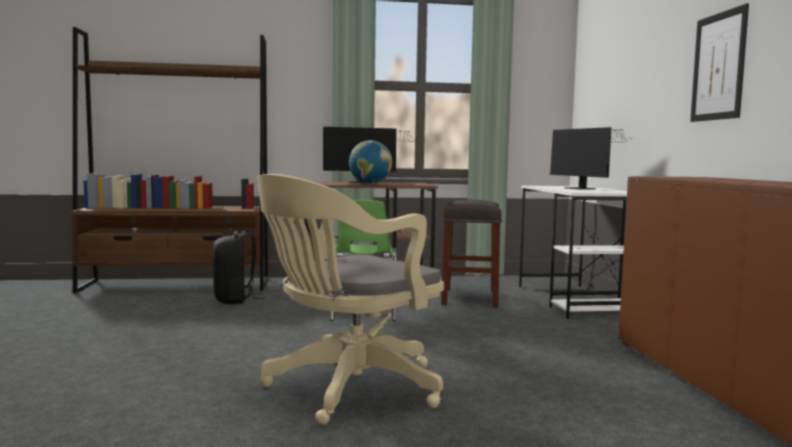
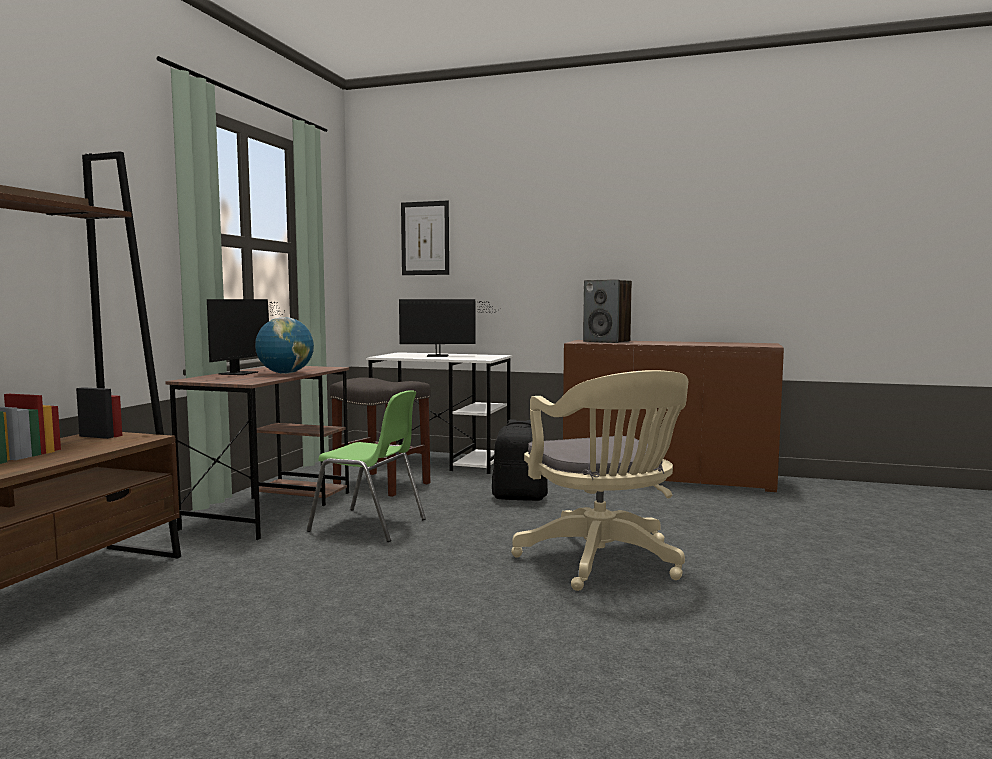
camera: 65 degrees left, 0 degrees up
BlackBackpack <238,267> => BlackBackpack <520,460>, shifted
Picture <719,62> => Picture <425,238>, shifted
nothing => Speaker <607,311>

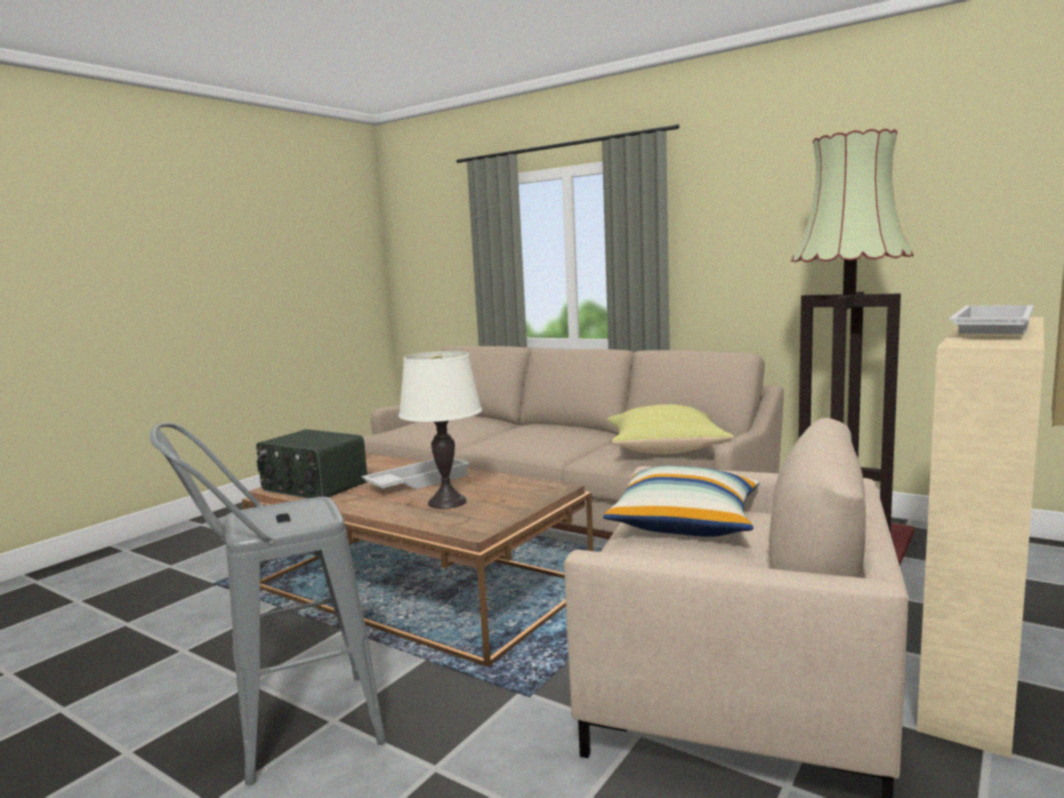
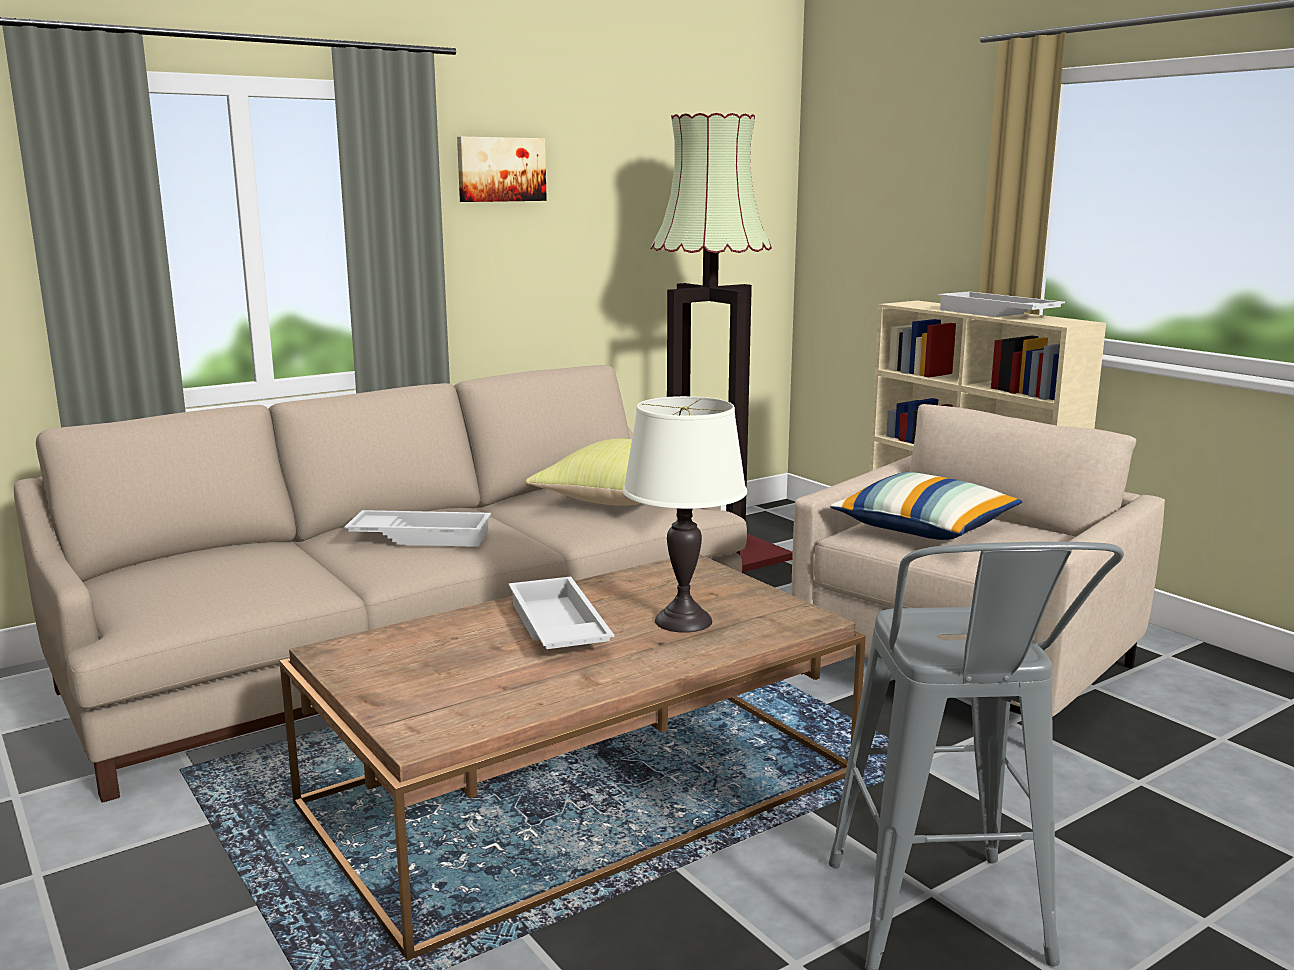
camera: 70 degrees left, 5 degrees up
Radio <311,464> => nothing
nothing => WhiteTray <417,528>
nothing => Picture <502,169>

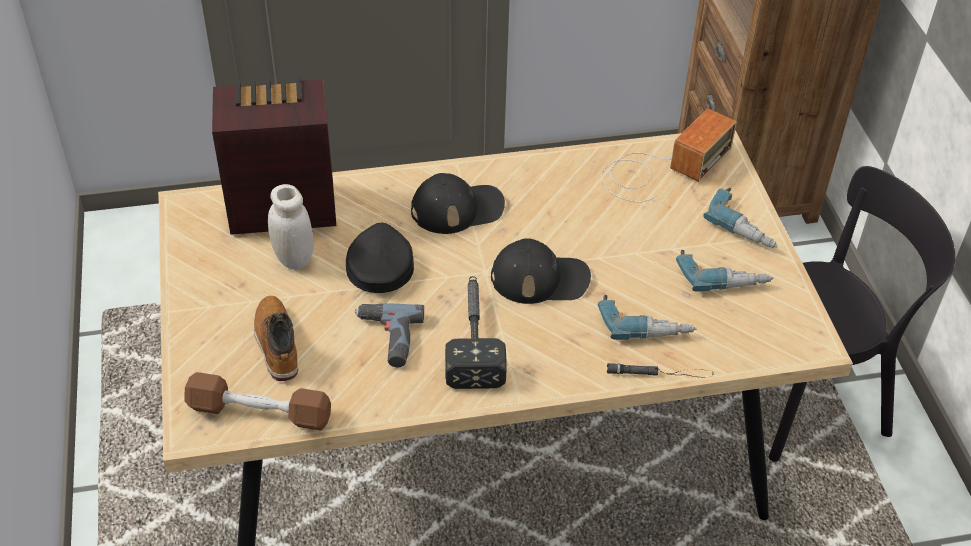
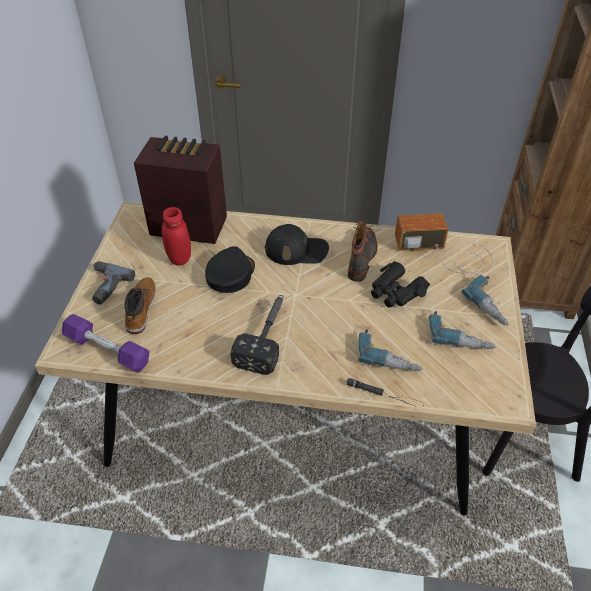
camera: 20 degrees right, 0 degrees up
BrownDumbbell <257,401> => PurpleDumbbell <105,343>
WhiteJar <291,227> => RedJar <176,236>
PowerDrill <389,335> => PowerDrill <113,282>, shifted
BlackCap <541,271> => nothing
Radio <669,155> => Radio <444,244>, 150 degrees counterclockwise
nothing => Boot <363,251>
nothing => BlackBinoculars <400,284>

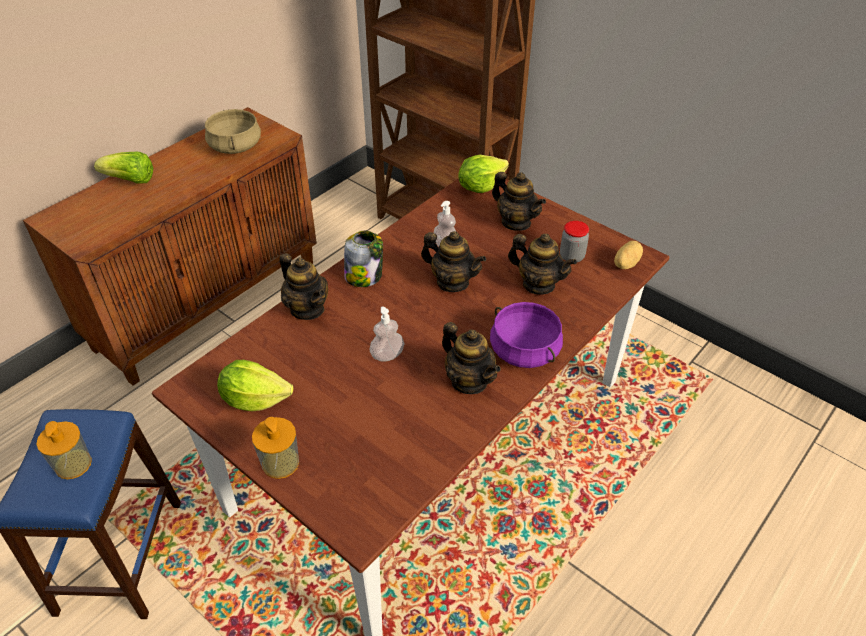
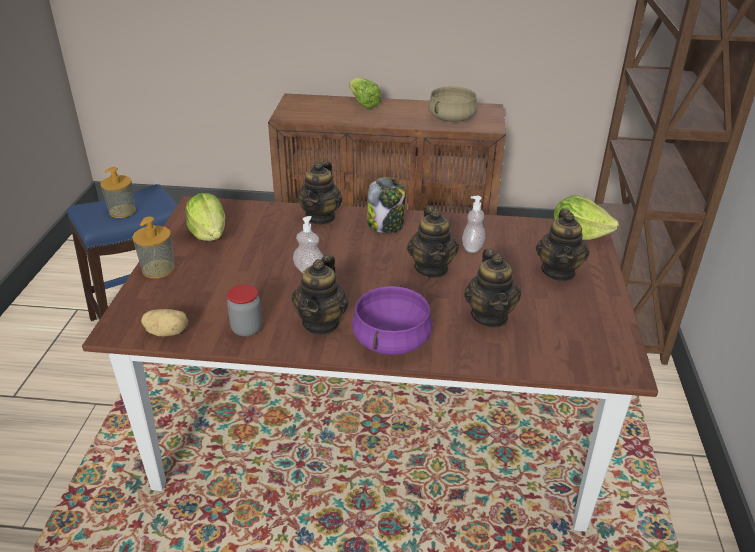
camera: 55 degrees right, 10 degrees down
Jar <574,241> => Jar <244,310>, shifted
Potato <628,255> => Potato <164,322>, shifted

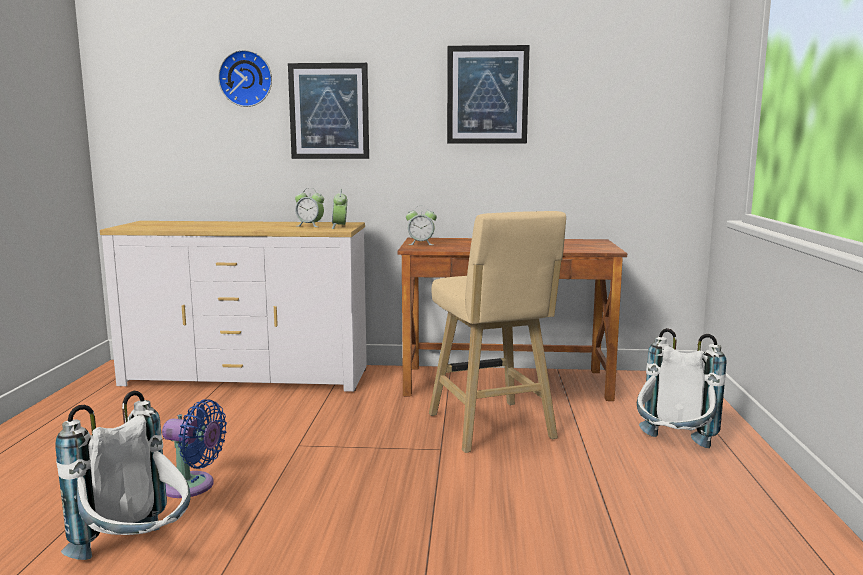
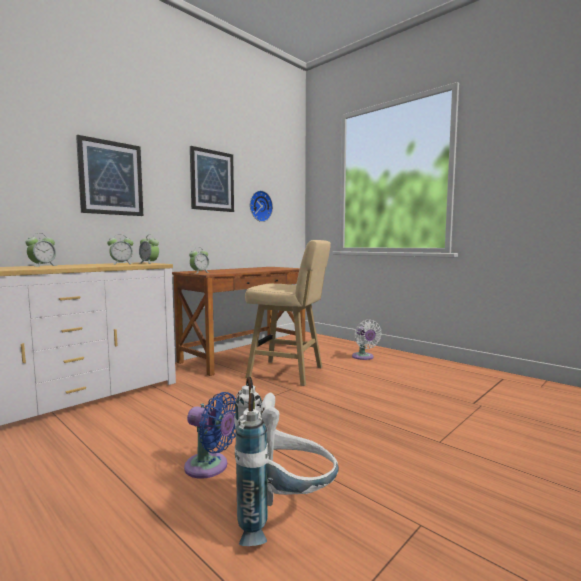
camera: 50 degrees left, 5 degrees down
BlueFan <194,448> => BlueFan <210,435>, 60 degrees clockwise
WallClock <245,78> => WallClock <261,206>, shifted
WhiteBackpack <681,388> => WhiteFan <367,339>
nothing => AlarmClock <41,250>

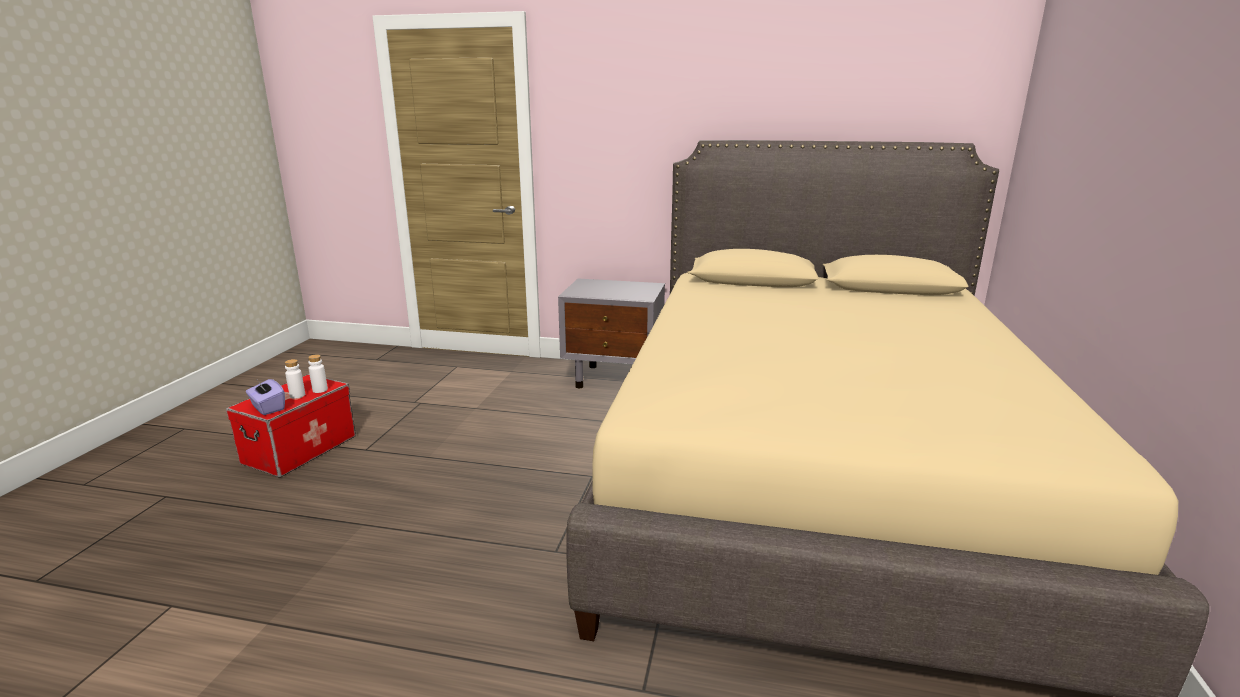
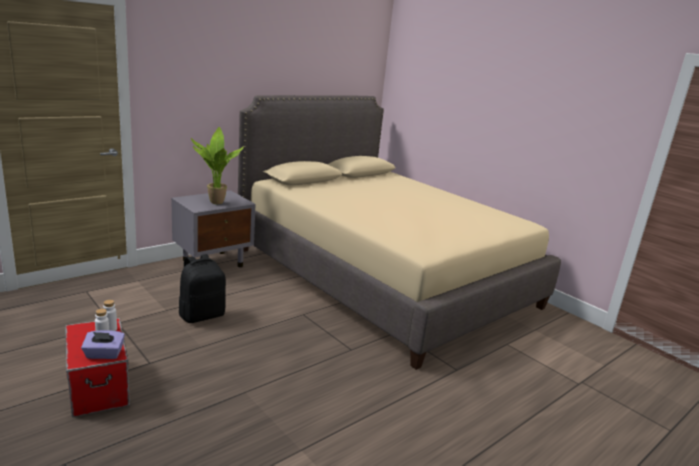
camera: 55 degrees left, 0 degrees up
nothing => BlackBackpack <202,288>
nothing => PottedPlant <217,165>

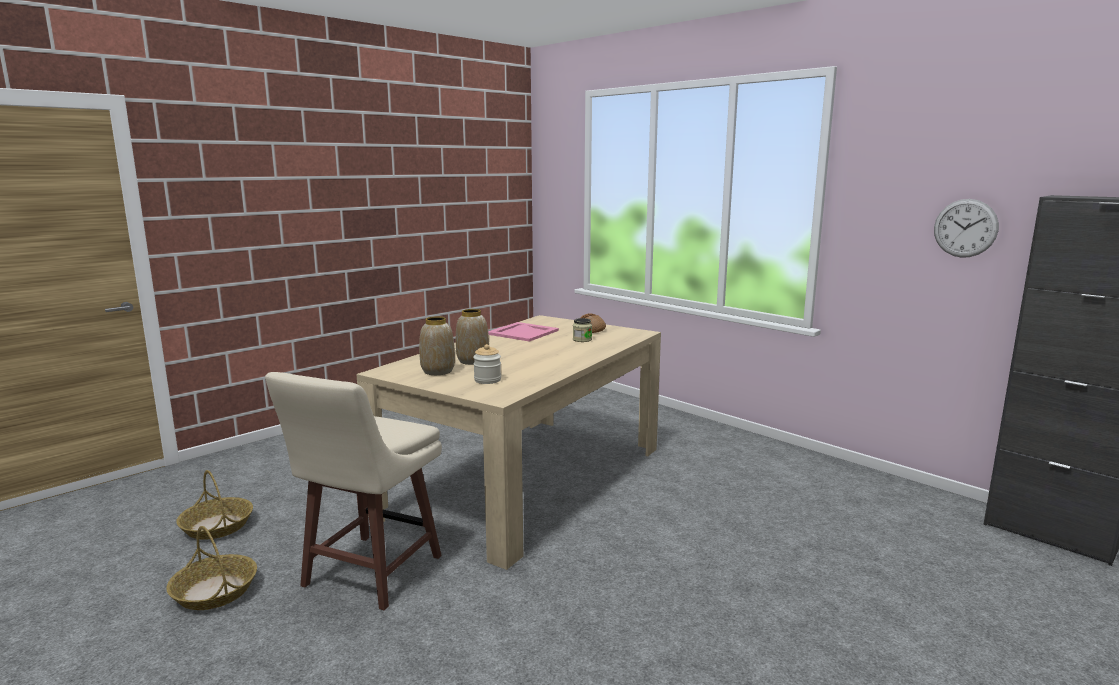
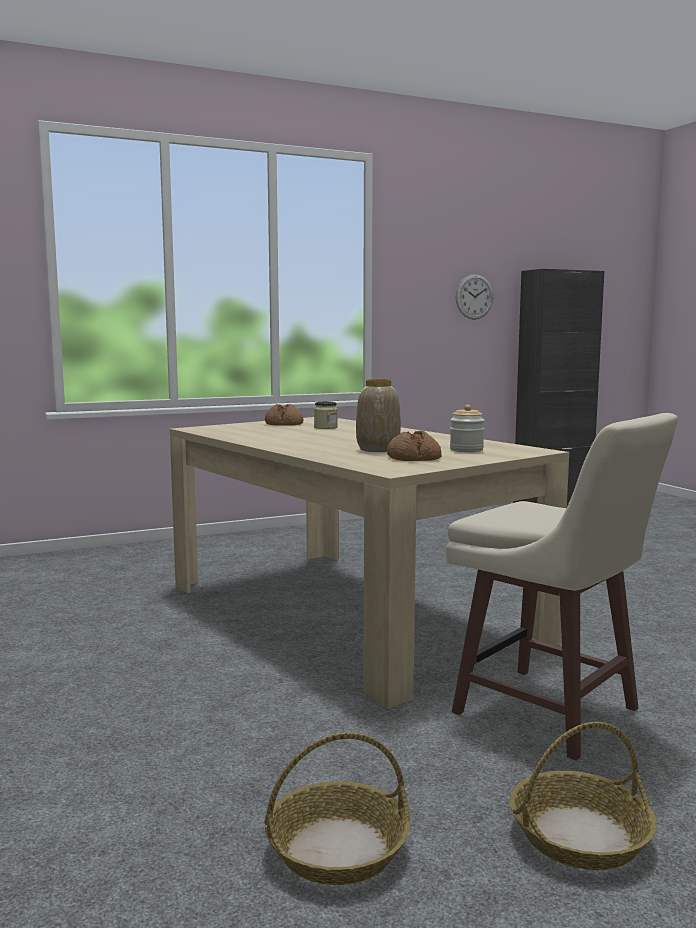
camera: 70 degrees left, 5 degrees down
Vase <437,345> => Bread <414,446>
PinkTray <523,332> => nothing

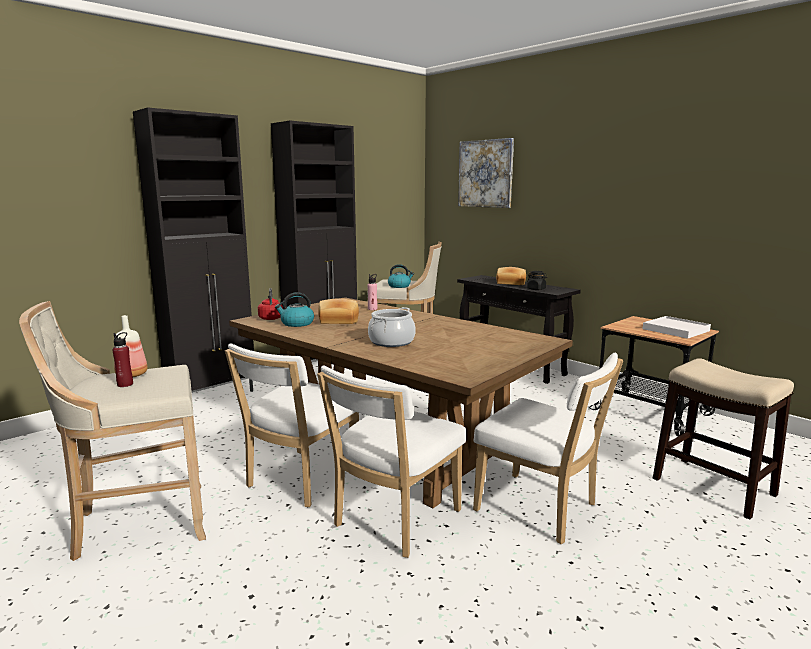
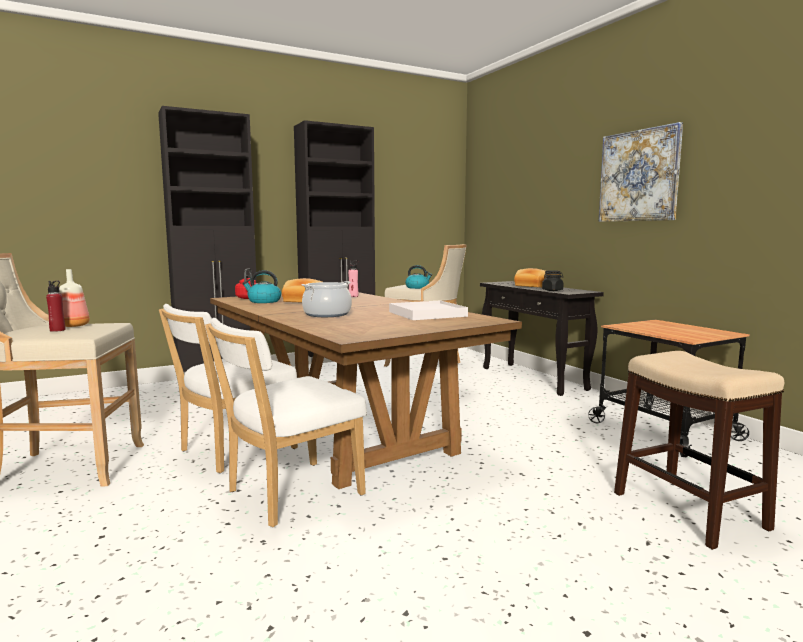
camera: 15 degrees right, 5 degrees down
Picture <486,173> => Picture <641,172>, shifted
WhiteChair <548,448> => nothing
WhiteTray <677,327> => WhiteTray <428,310>, shifted

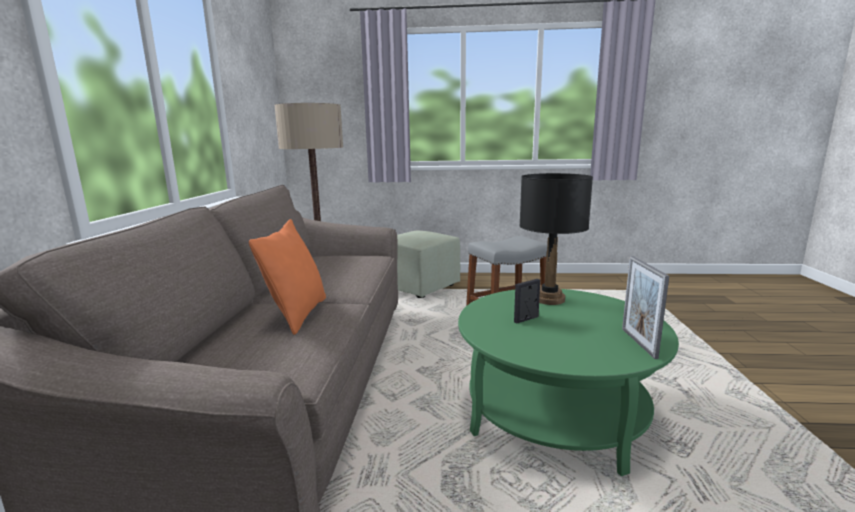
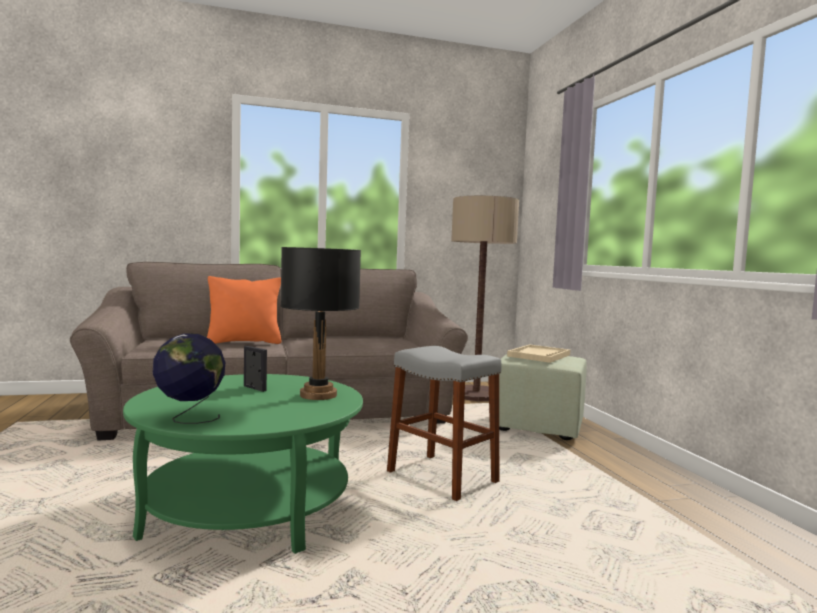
camera: 70 degrees right, 10 degrees down
PictureFrame <645,307> => Globe <189,378>
nothing => BeigeTray <538,353>

